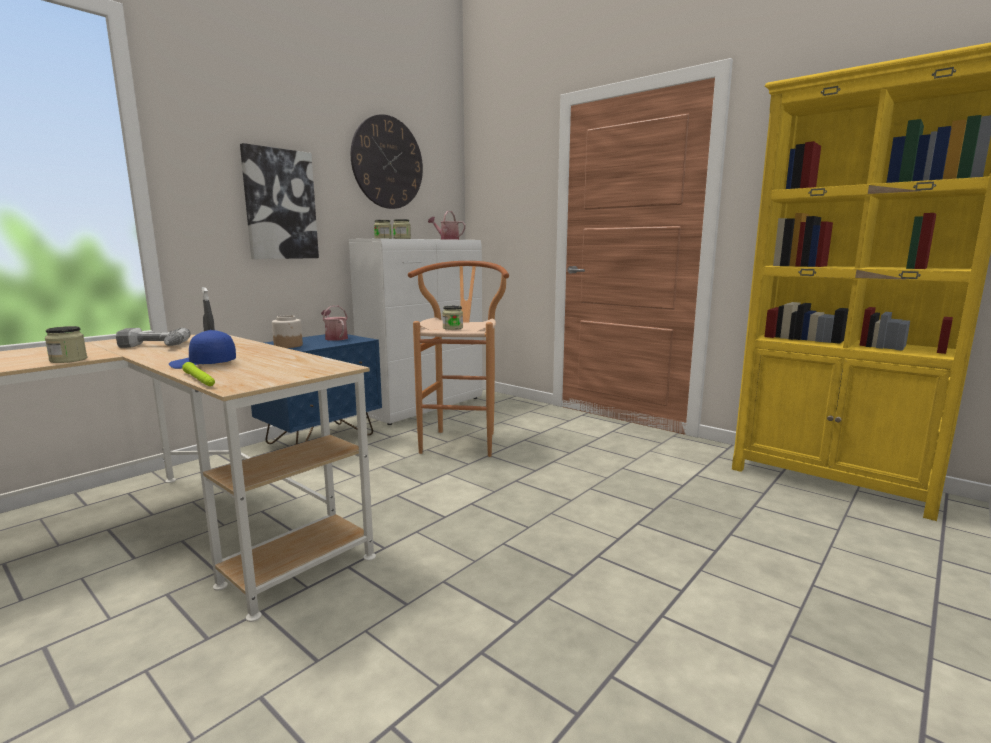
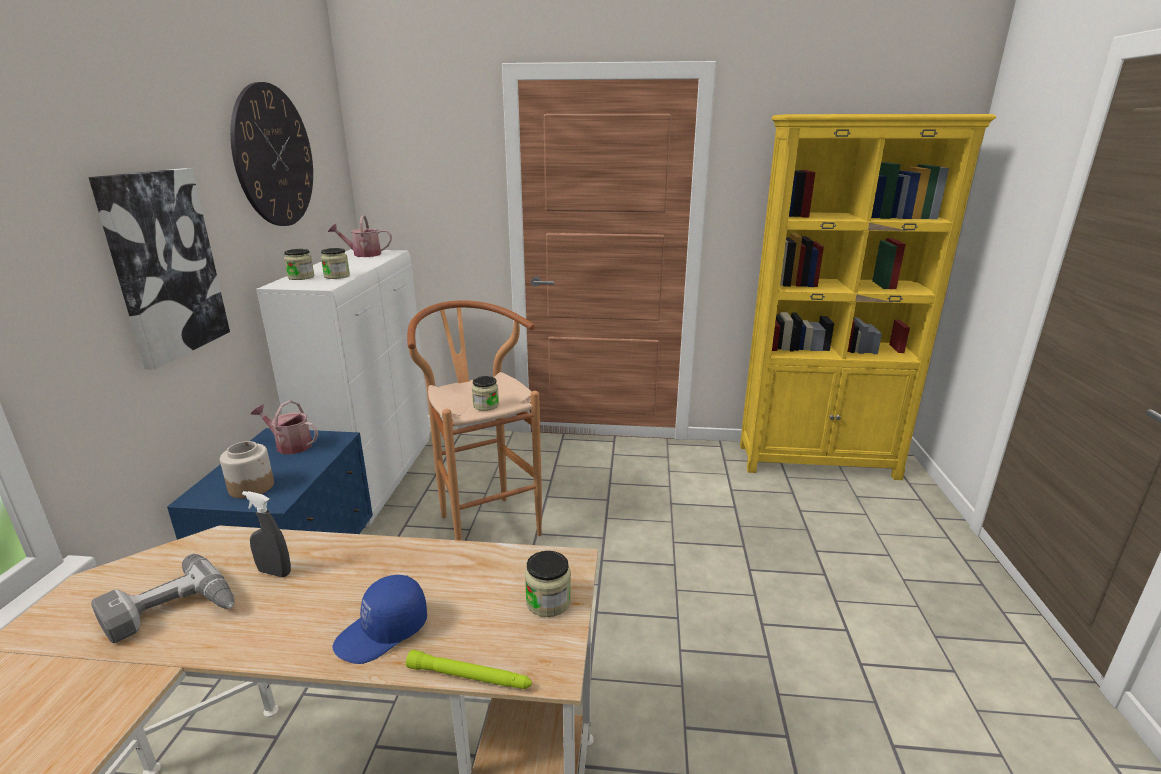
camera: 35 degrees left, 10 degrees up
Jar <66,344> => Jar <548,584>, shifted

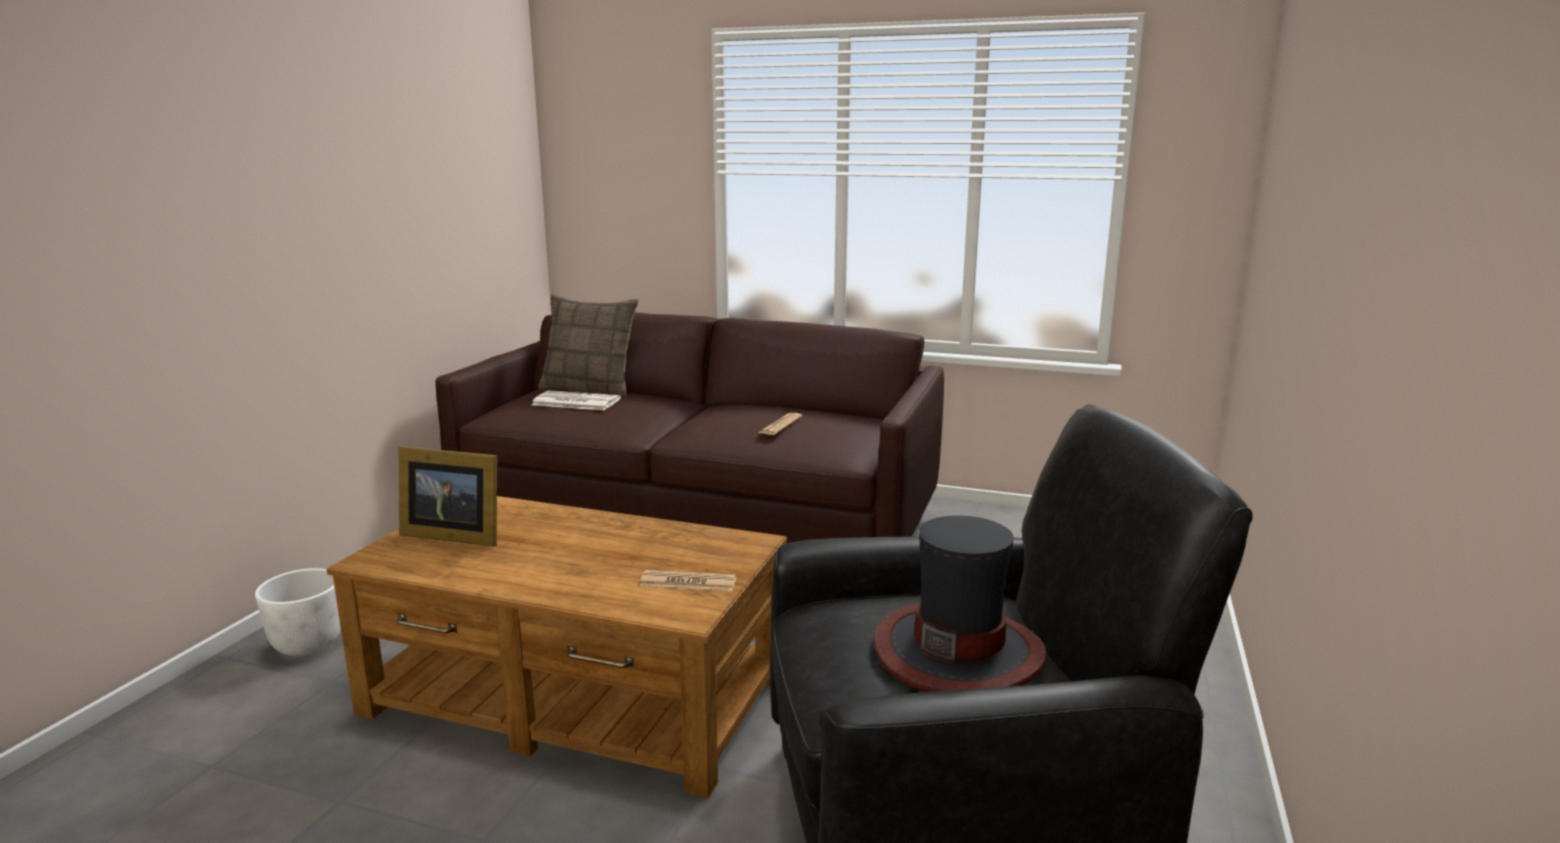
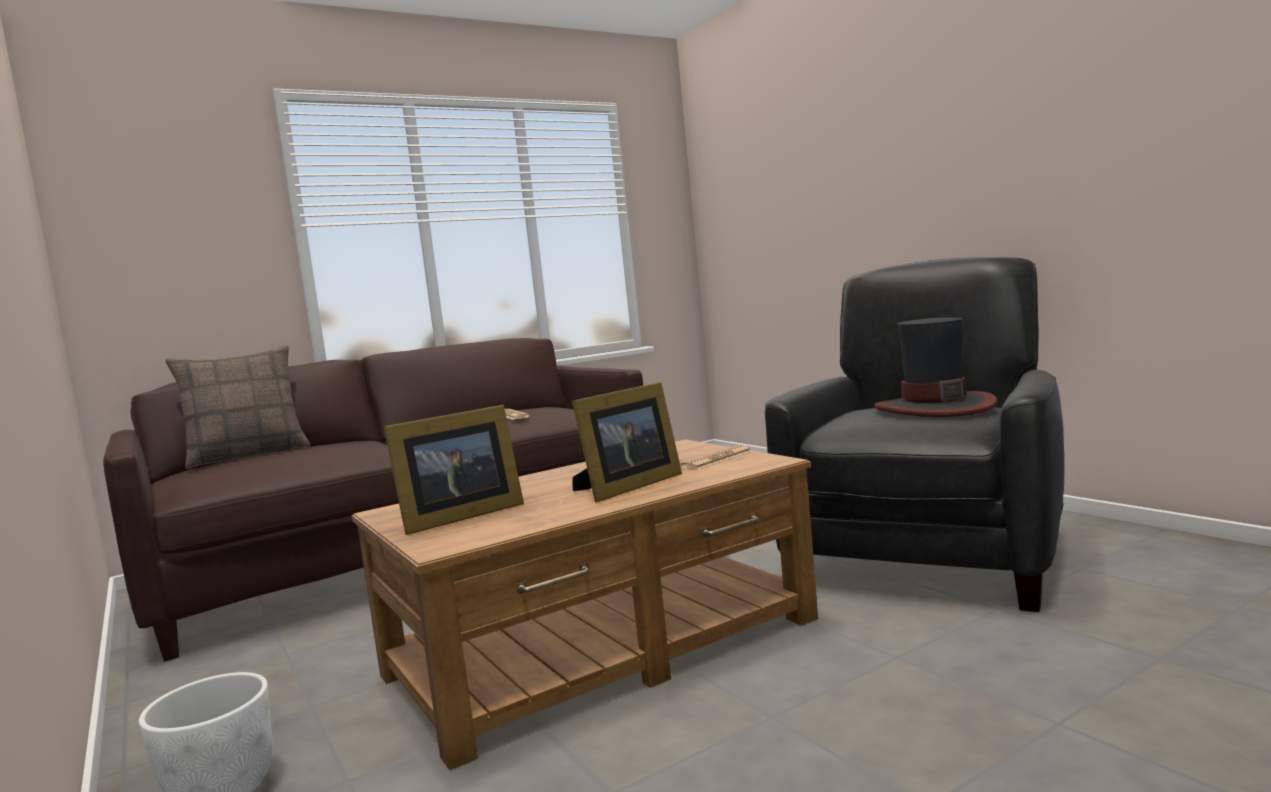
camera: 50 degrees left, 10 degrees down
Newspaper <576,400> => nothing
nothing => PictureFrame <627,442>

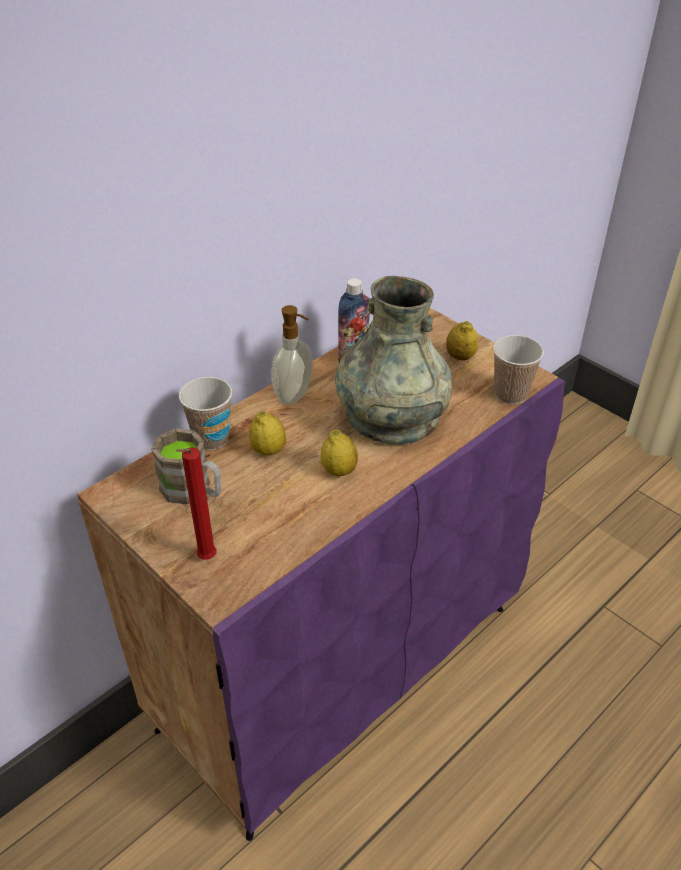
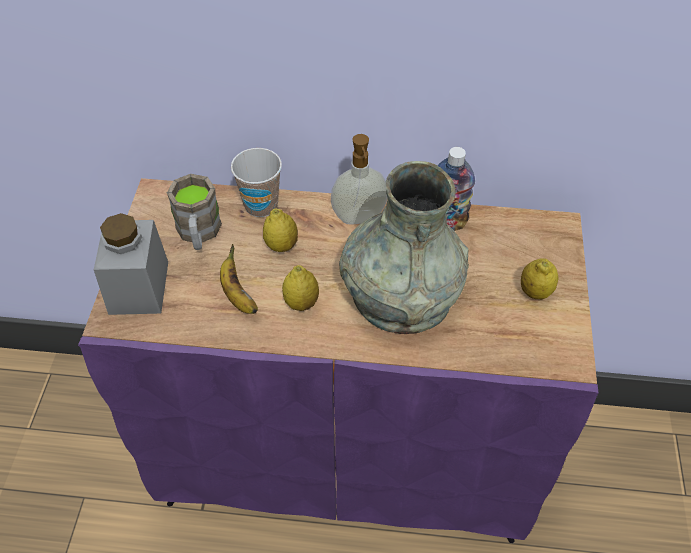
camera: 50 degrees right, 10 degrees up
RedCandle <196,503> => GreyJar <131,264>
Cup <518,369> => nothing
nothing => Banana <239,279>

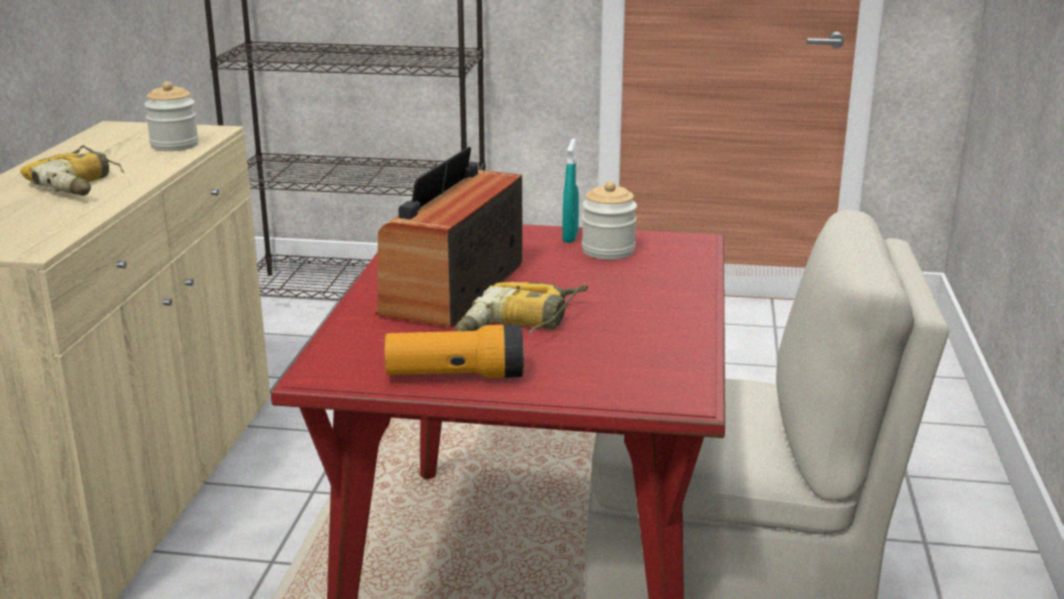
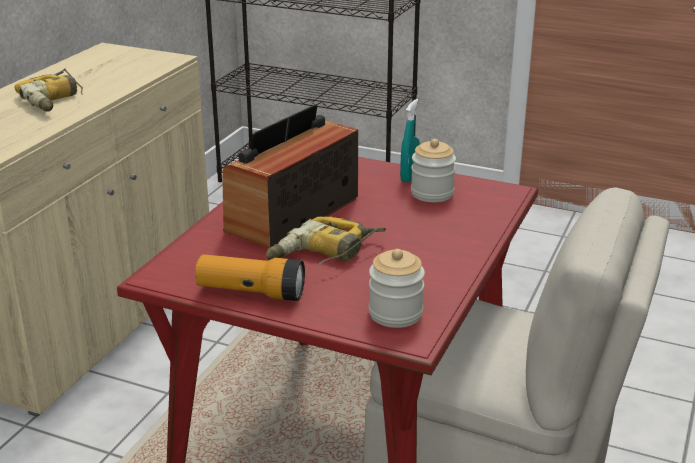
camera: 15 degrees right, 5 degrees up
Jar <171,116> => Jar <397,288>, shifted

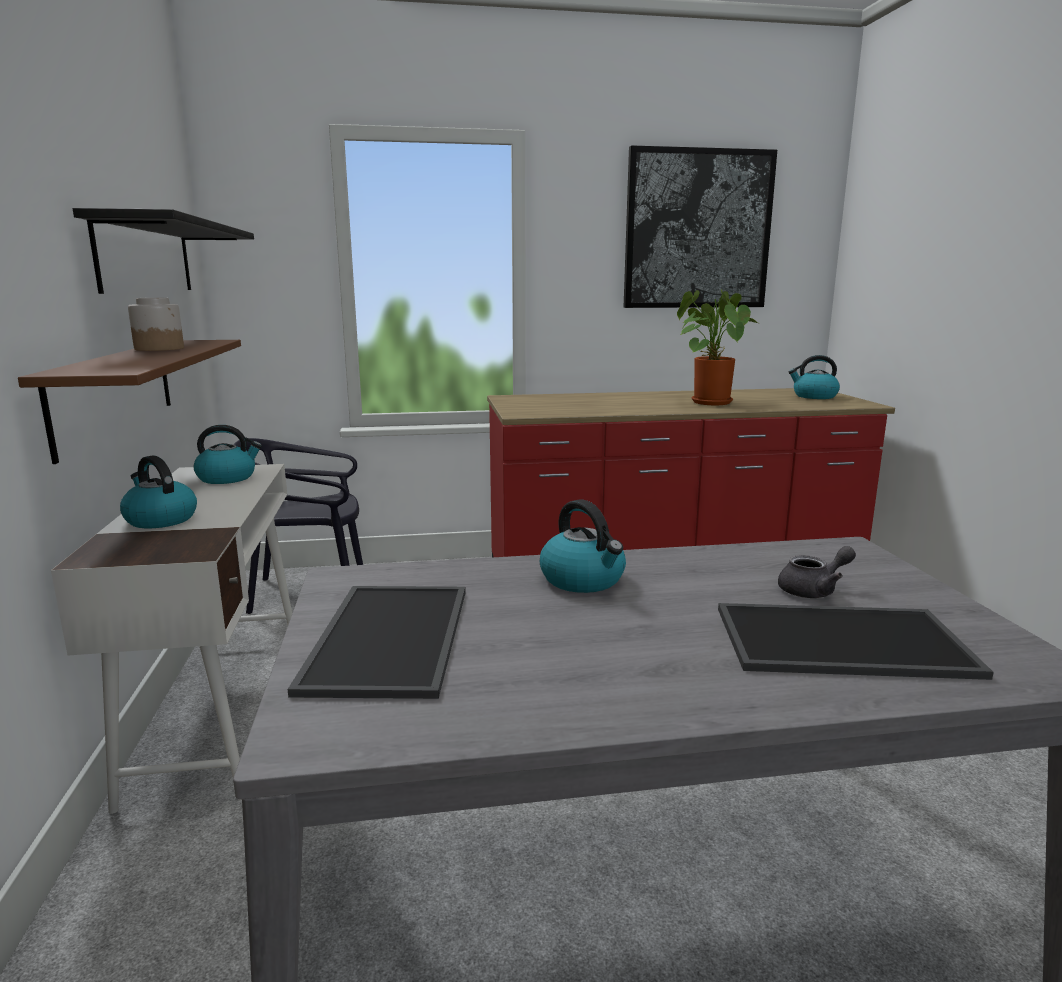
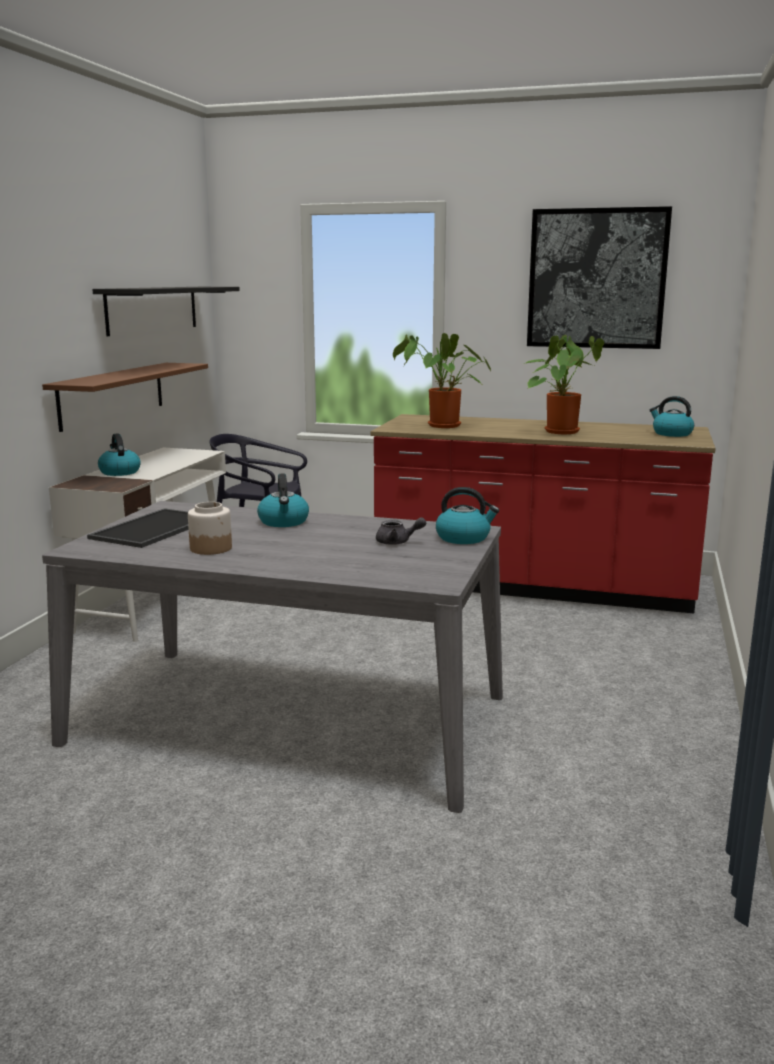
camera: 25 degrees right, 0 degrees up
Jar <156,324> => Jar <210,528>, shifted
Kettle <228,454> => Kettle <467,515>, shifted
Tray <856,641> => nothing
nothing => PottedPlant <442,380>

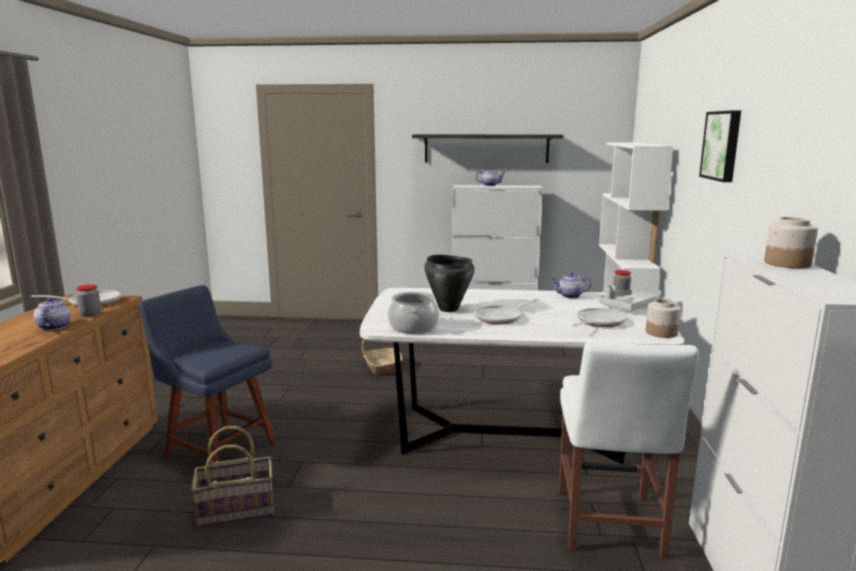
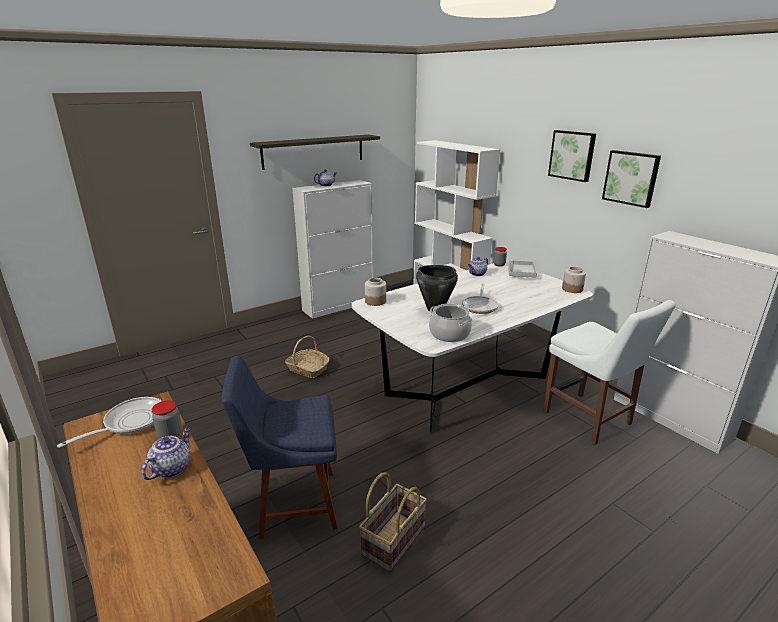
camera: 40 degrees left, 10 degrees up
Teapot <52,313> => Teapot <166,454>, 75 degrees clockwise
FryingPan <599,317> => nothing
Jar <791,242> => Jar <375,292>, shifted
nothing => Picture <631,179>

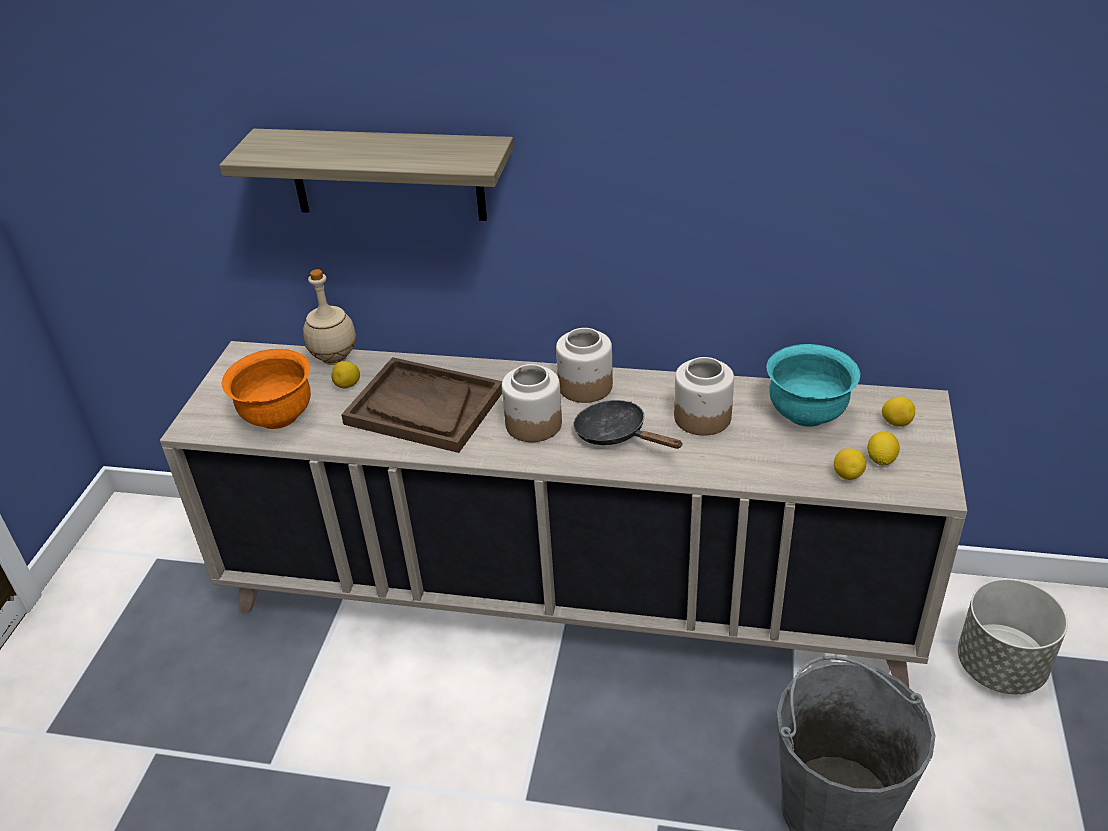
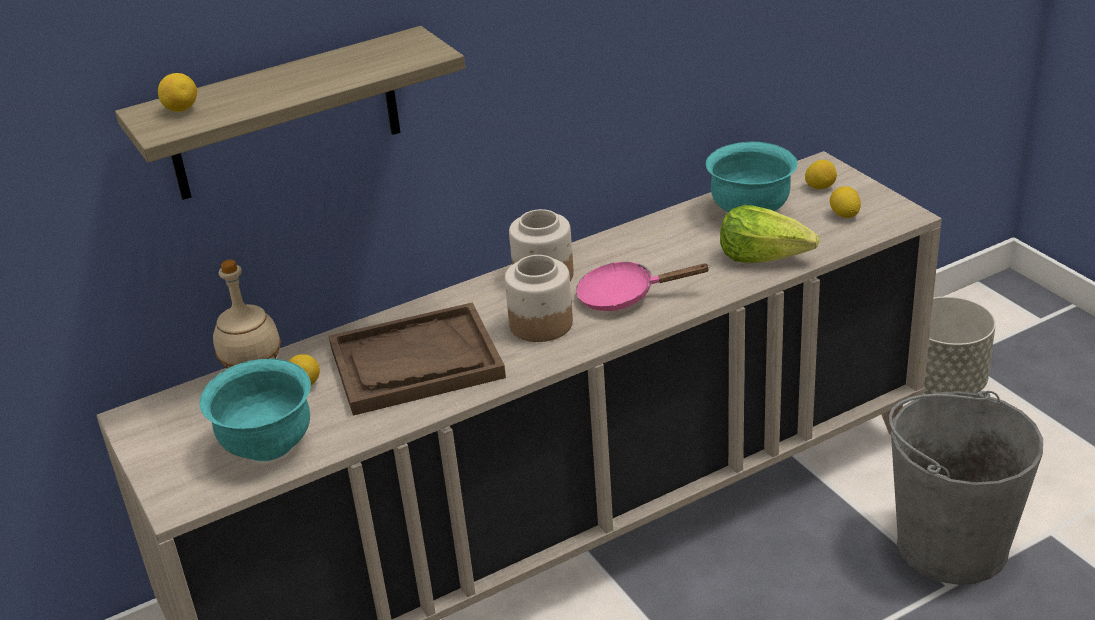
camera: 40 degrees left, 5 degrees down
OrangeBowl <266,389> => TurquoiseBowl <255,409>
BlackFryingPan <628,424> => PinkFryingPan <643,286>
Jar <704,396> => nothing
Lemon <850,464> => Lemon <177,92>, shifted
nothing => Lettuce <769,234>

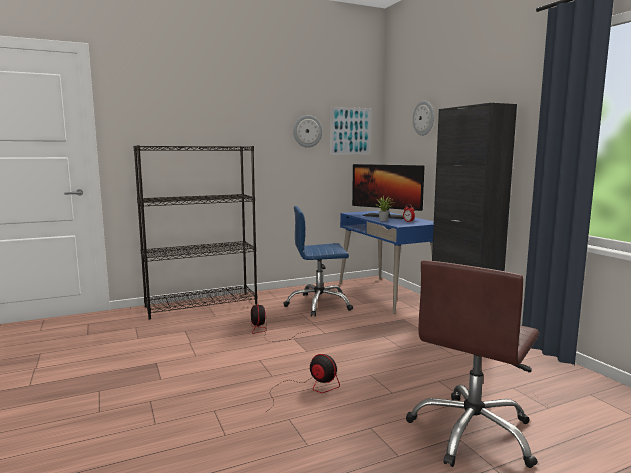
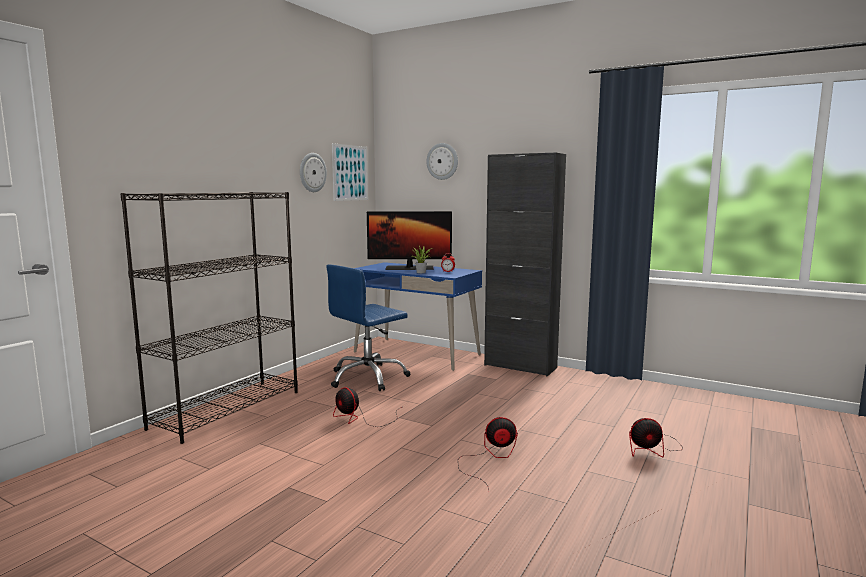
camera: 35 degrees left, 0 degrees up
BrownOfficeChair <472,364> => Fan <656,437>

